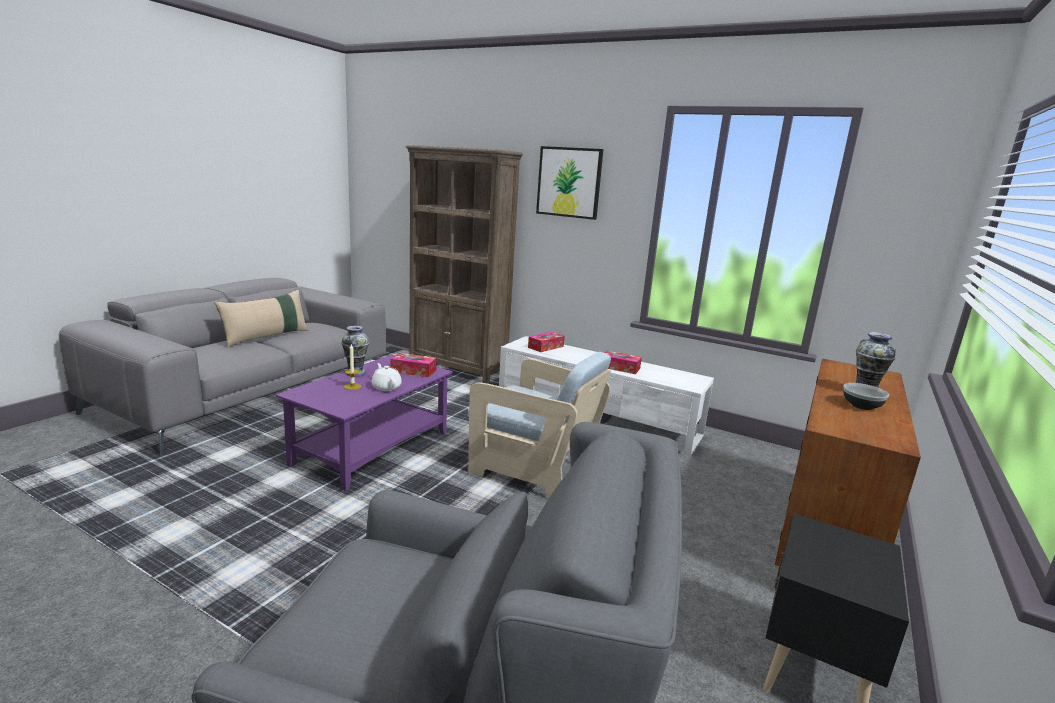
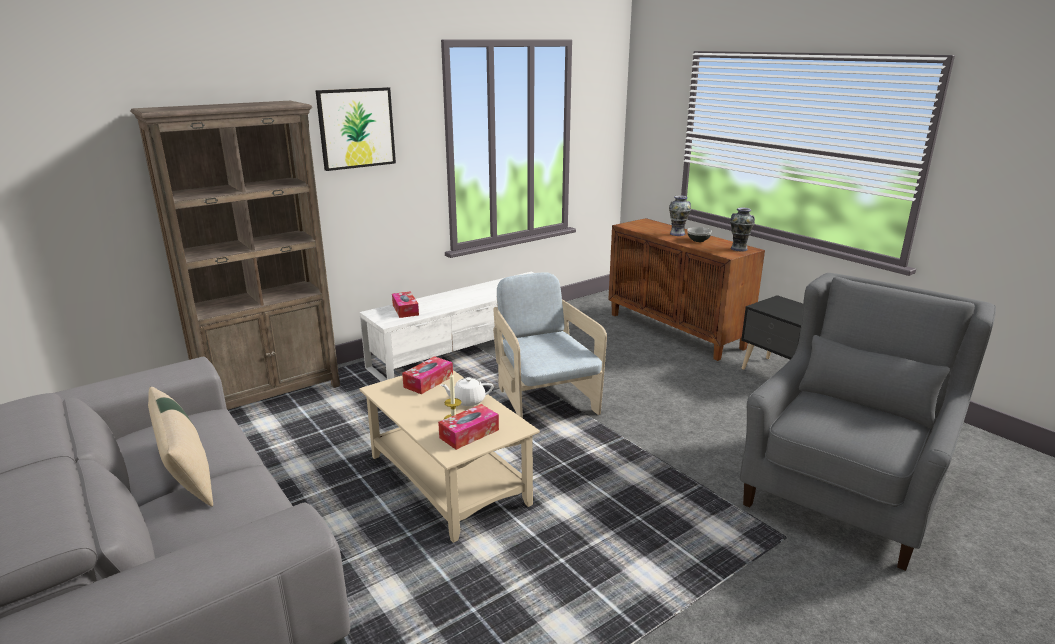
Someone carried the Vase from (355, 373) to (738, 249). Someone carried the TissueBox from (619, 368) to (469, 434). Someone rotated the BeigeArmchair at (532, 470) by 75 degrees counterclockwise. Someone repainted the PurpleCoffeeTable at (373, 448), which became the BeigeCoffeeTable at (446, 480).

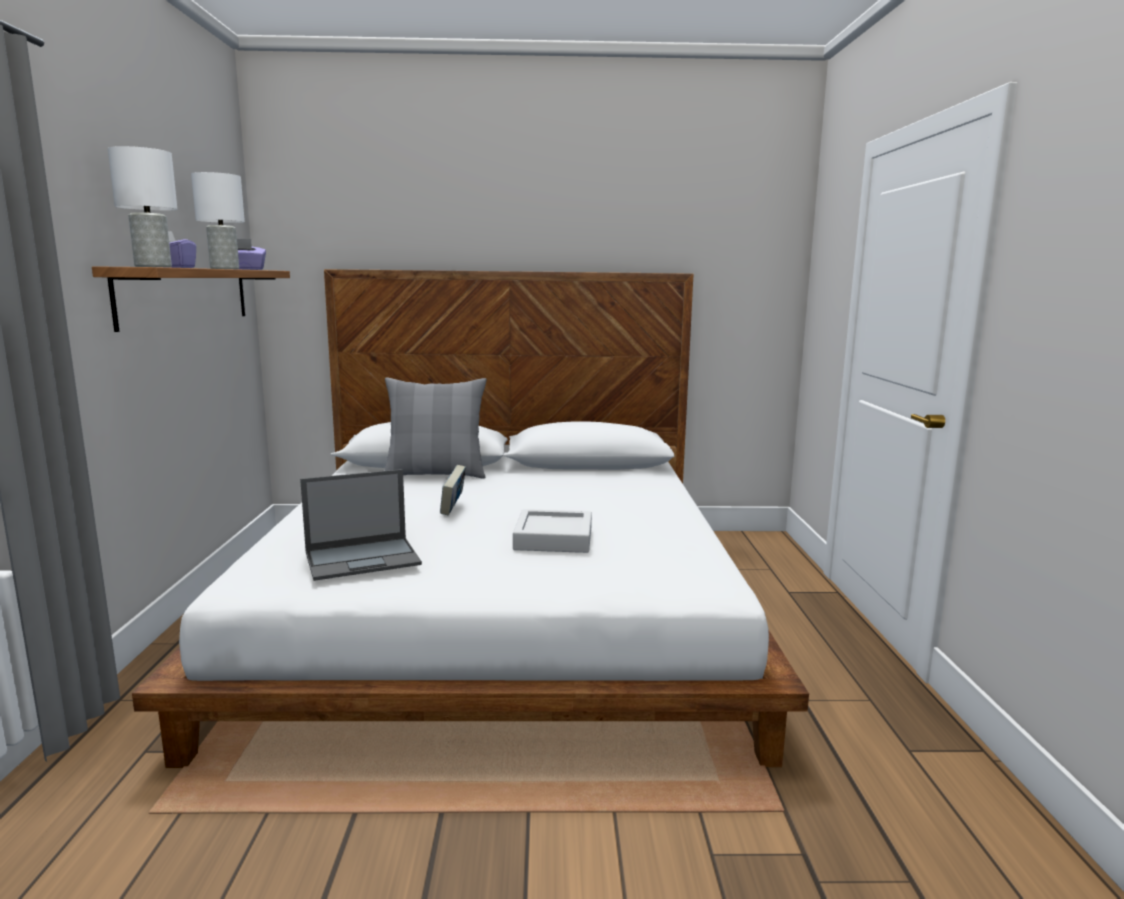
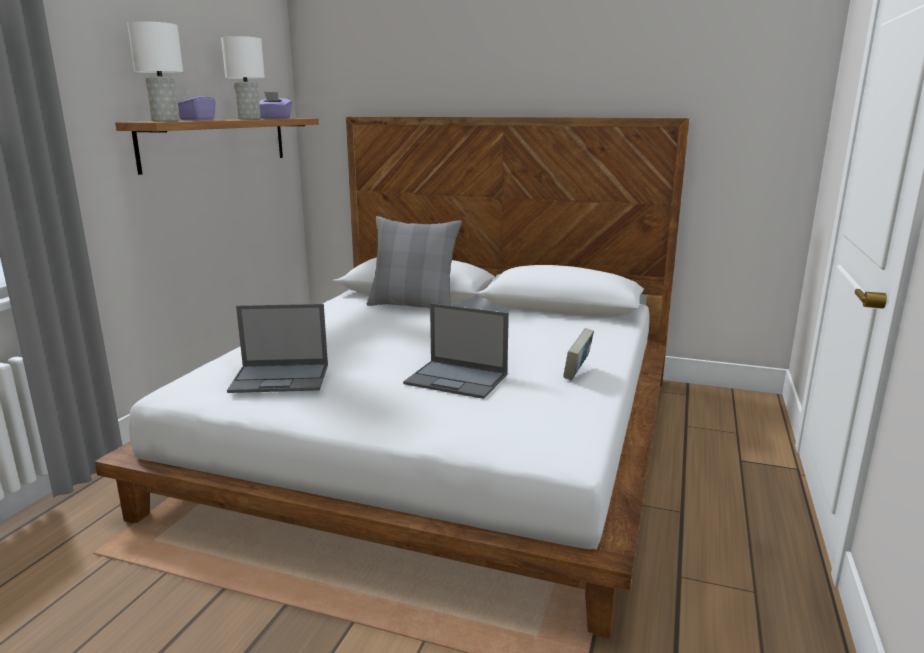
Someone carried the Book from (453, 509) to (577, 373). Someone swapped the GreyTray at (553, 538) for the Laptop at (457, 379).

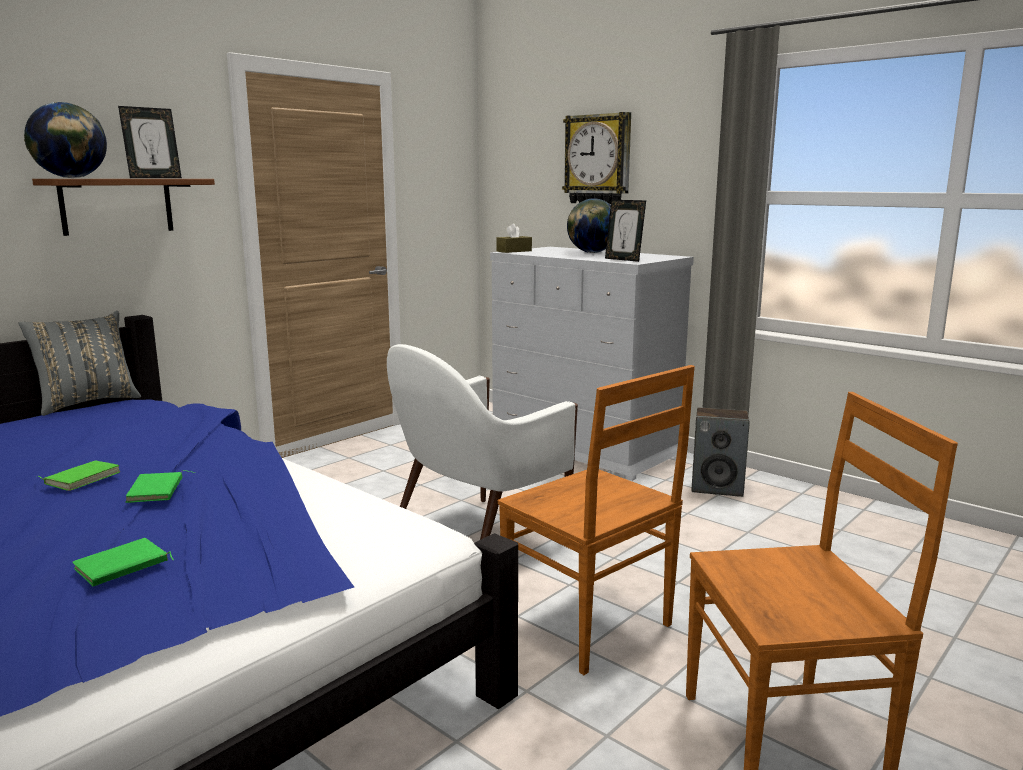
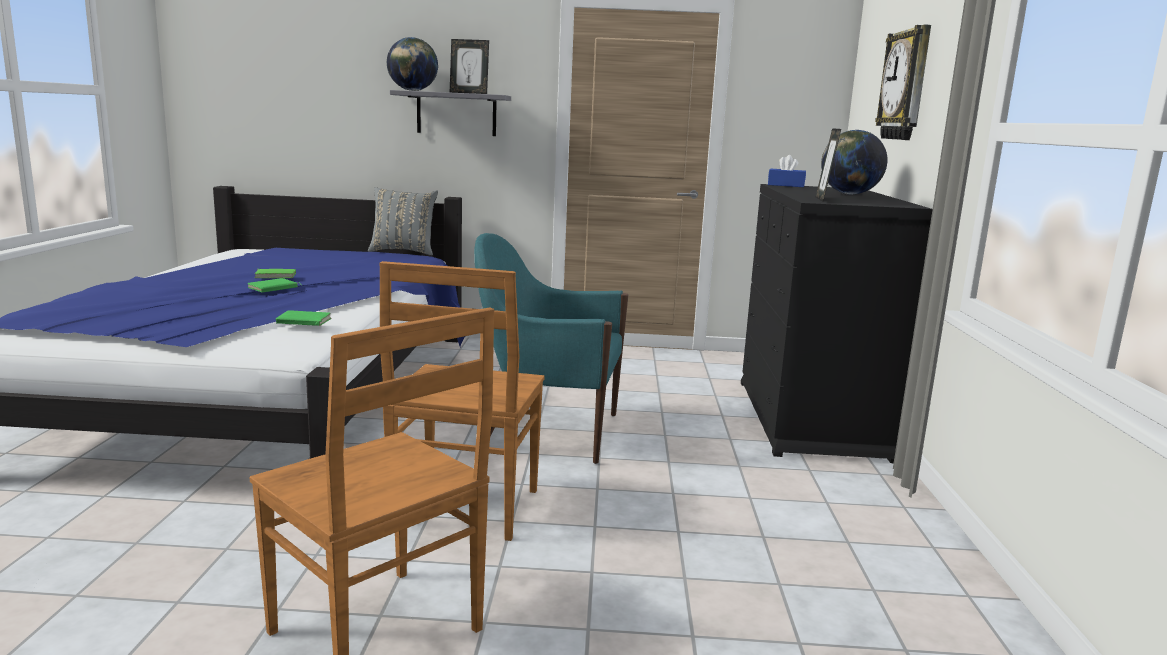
Someone repainted the BrownShelf at (117, 206), which became the GreyShelf at (456, 114). Someone repainted the BrownTissueBox at (514, 251), which became the BlueTissueBox at (786, 185). Someone repainted the WhiteDresser at (585, 446), which became the BlackDresser at (810, 418). Someone repainted the WhiteArmchair at (476, 537), which became the TurquoiseArmchair at (547, 431). Someone took away the Speaker at (717, 487). Someone carried the GreenBook from (122, 567) to (303, 322).

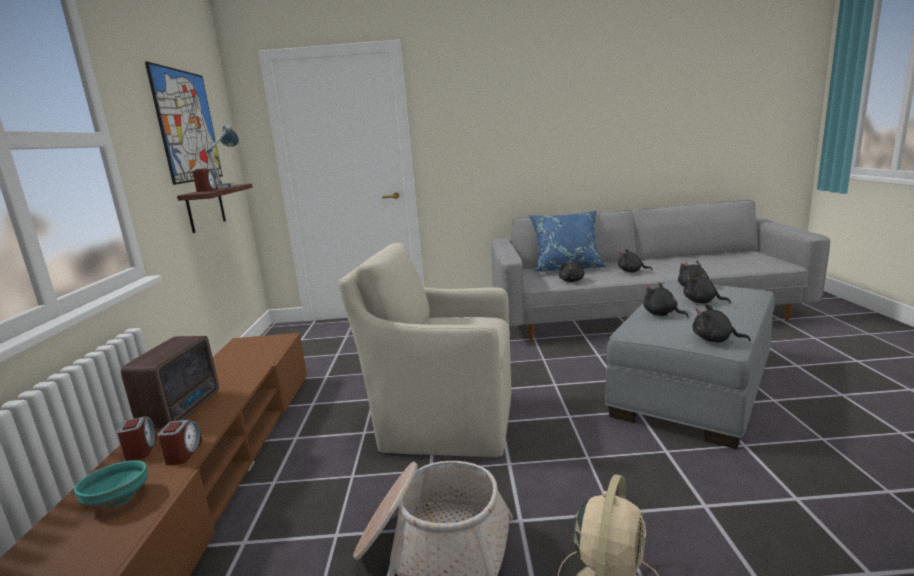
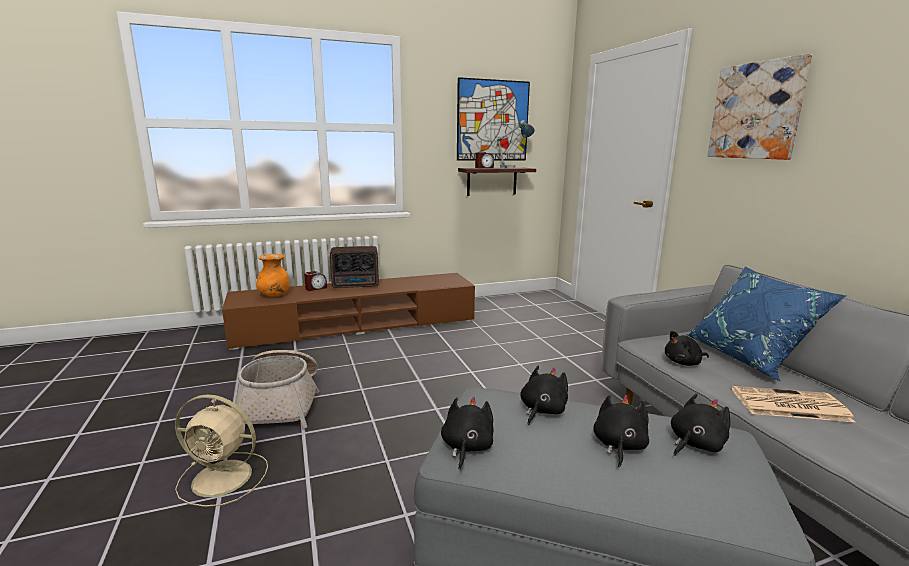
Someone took away the BeigeArmchair at (444, 422). Someone swapped the BlackPlushToy at (632, 271) for the Newspaper at (788, 405). Someone took away the AlarmClock at (184, 453). Someone swapped the TurquoiseBowl at (118, 499) for the OrangeVase at (274, 295). Someone put up the Picture at (756, 111).

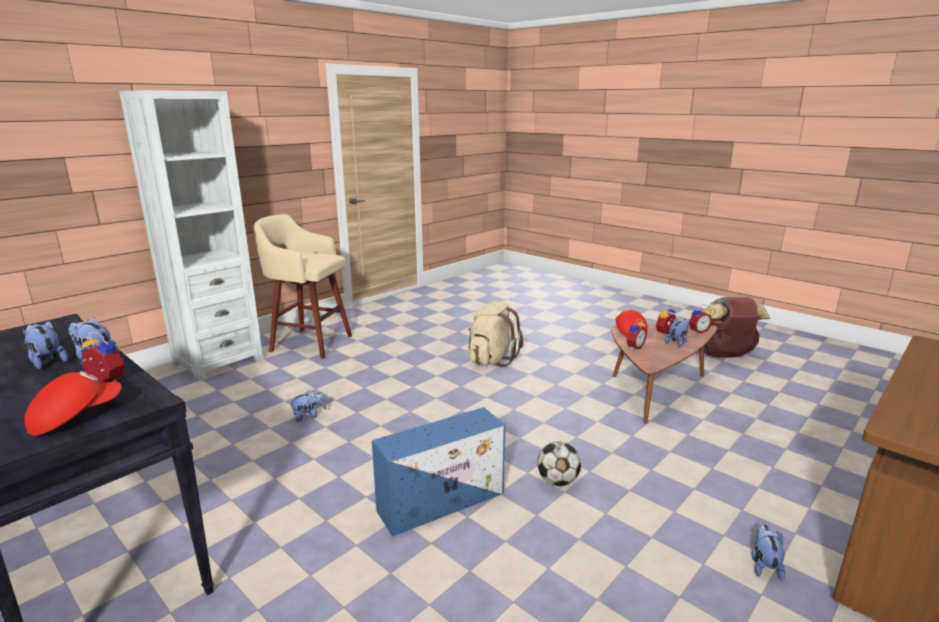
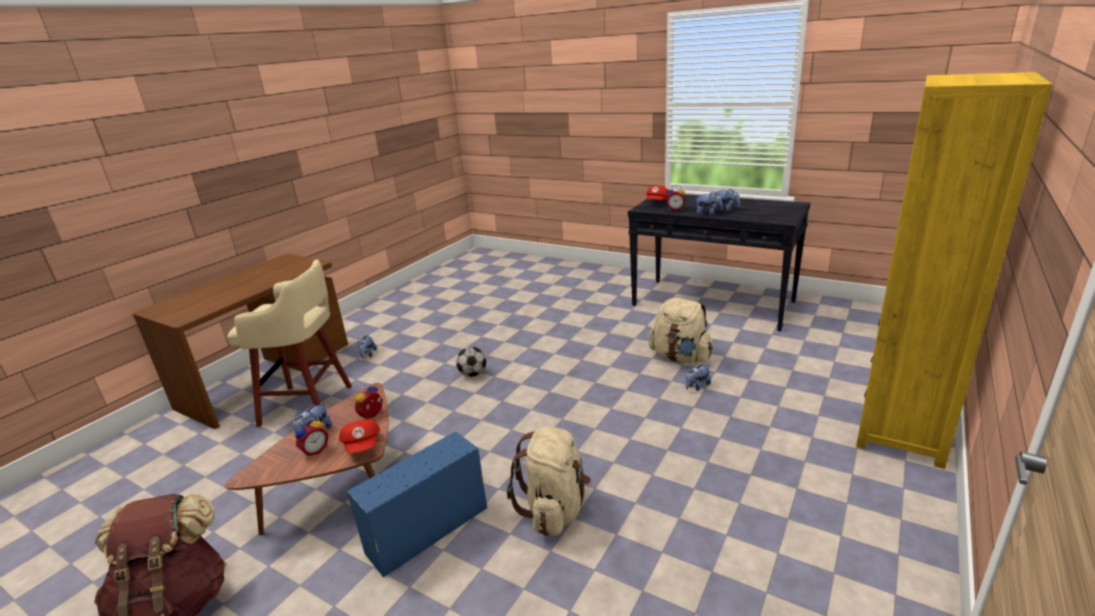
Someone repainted the WhiteBookcase at (218, 361), which became the YellowBookcase at (901, 432). Someone carried the BeigeStool from (309, 343) to (309, 405). Someone took away the AlarmClock at (697, 331). Someone carried the BlueStorageBox from (443, 501) to (426, 531). Someone put down the BeigeBackpack at (680, 357).

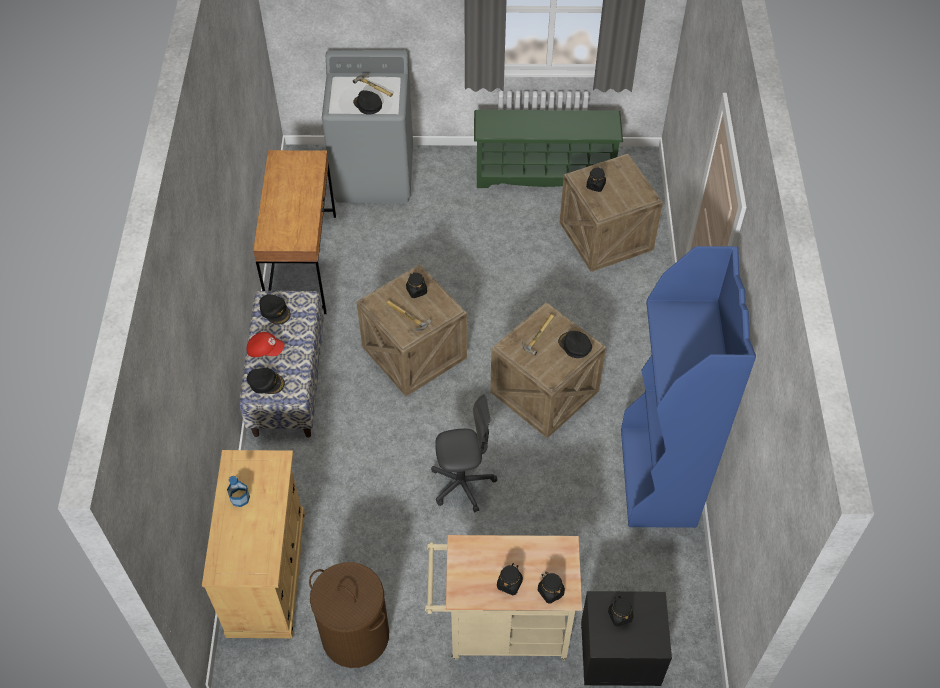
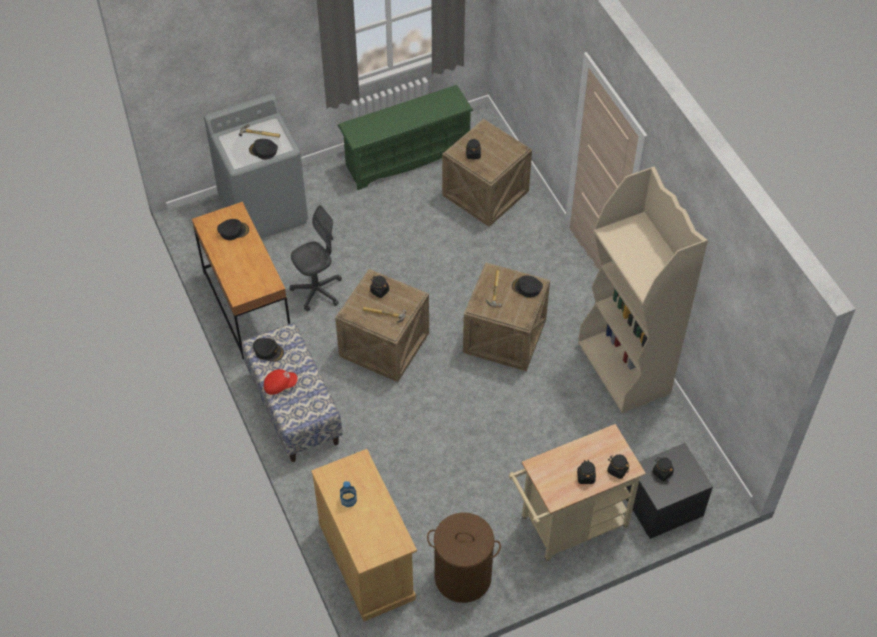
Someone repainted the BlueBookcase at (658, 478), which became the BeigeBookcase at (624, 368). Someone carried the BlackCap from (266, 383) to (233, 231). Someone carried the GreyOfficeChair from (462, 484) to (317, 291).

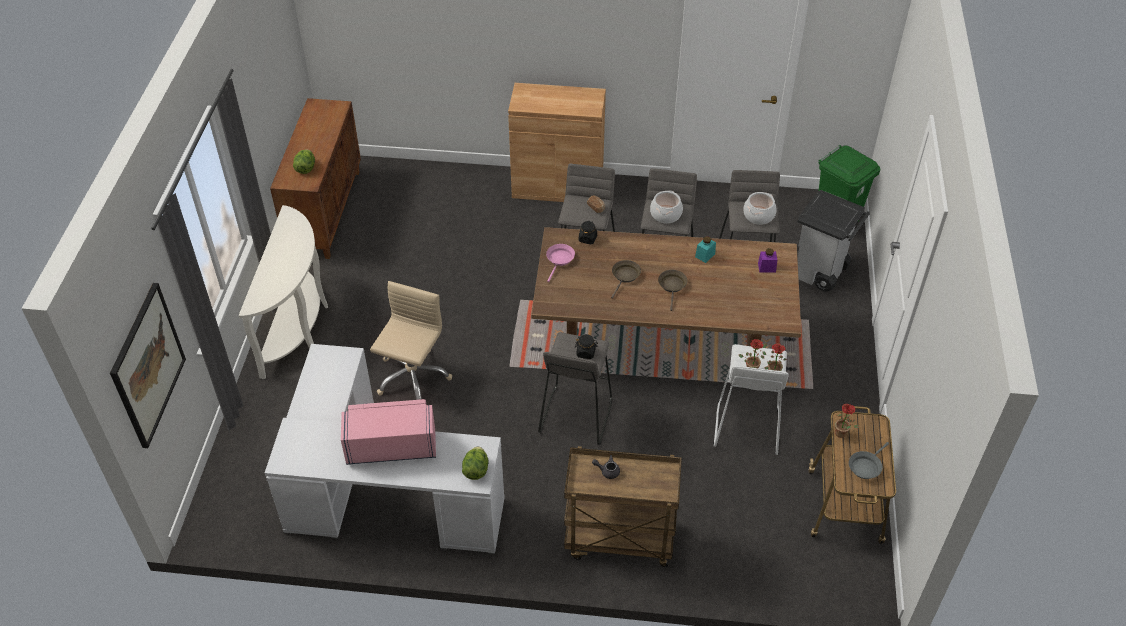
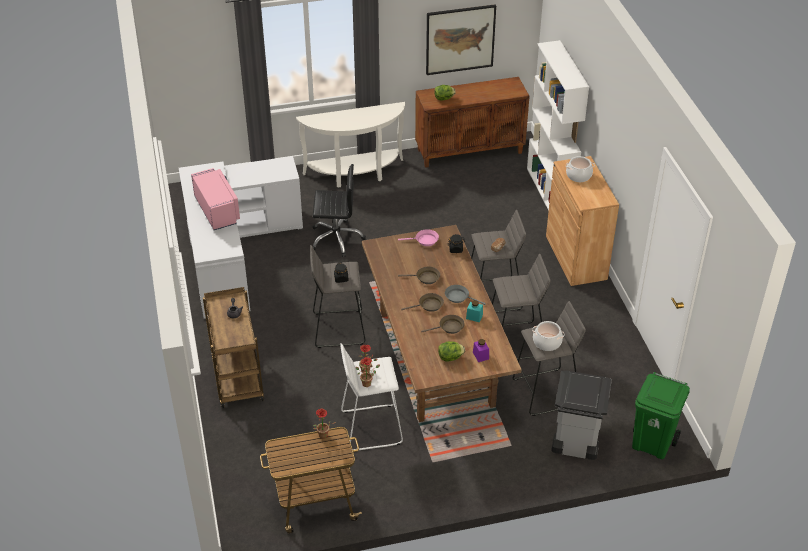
Someone carried the CookingPot from (665, 214) to (578, 175). Someone repainted the BeigeOfficeChair at (412, 377), which became the BlackOfficeChair at (336, 238). Someone carried the Picture from (147, 365) to (460, 39). Someone carried the GreyFryingPan from (865, 466) to (459, 297). Someone carried the Lettuce from (476, 470) to (450, 357). Someone put down the WhiteBookcase at (550, 190). Someone put down the BrownFryingPan at (449, 327).

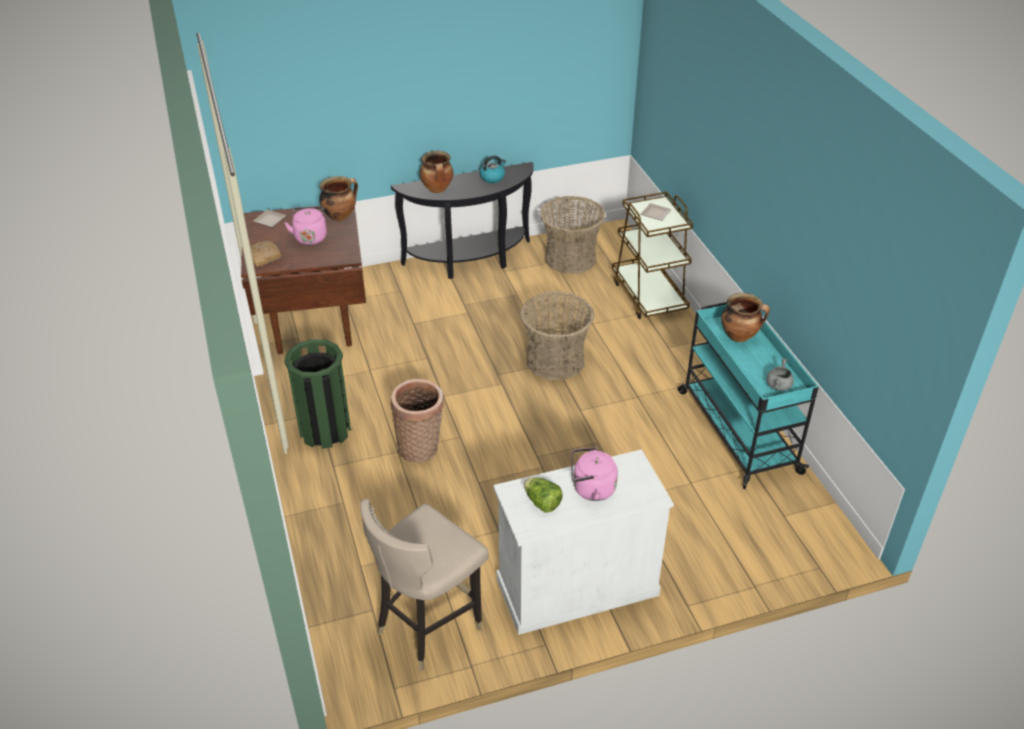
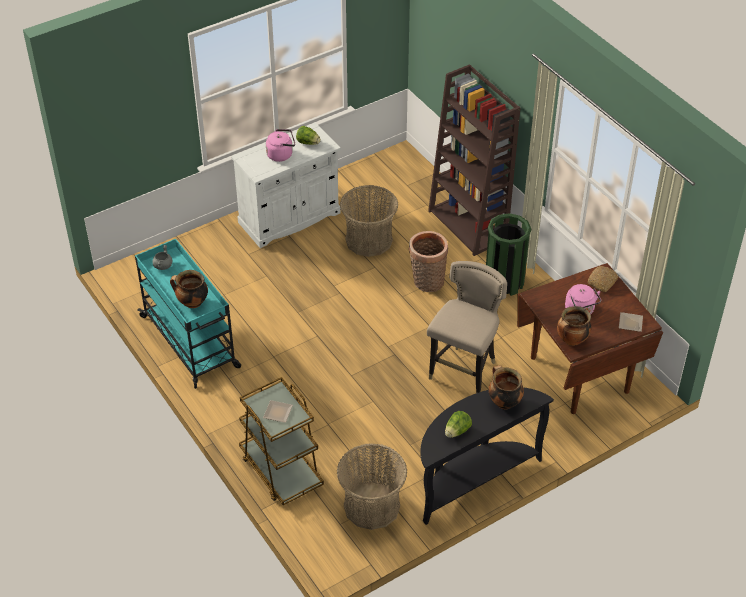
Someone swapped the Kettle at (492, 177) for the Lettuce at (457, 431). Someone carried the Basket from (555, 360) to (369, 240). Someone carried the BeigeStool from (428, 626) to (464, 373). Someone put down the BrownBookcase at (468, 225).

